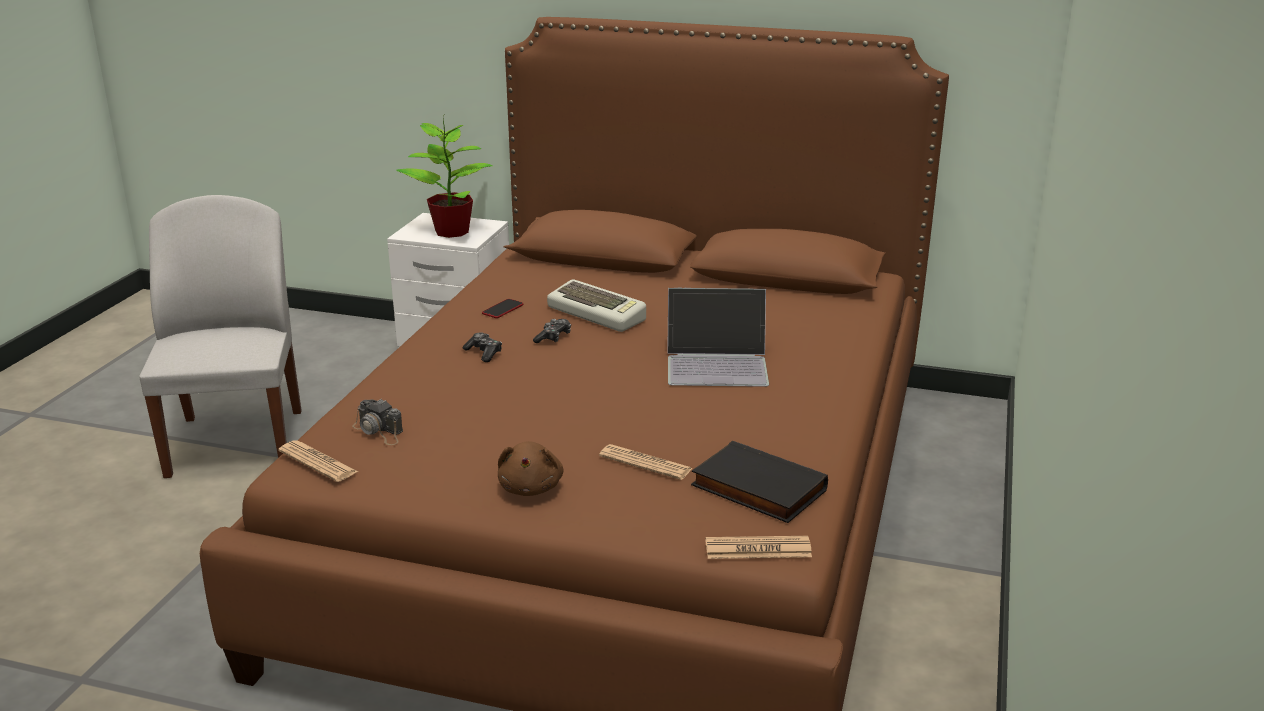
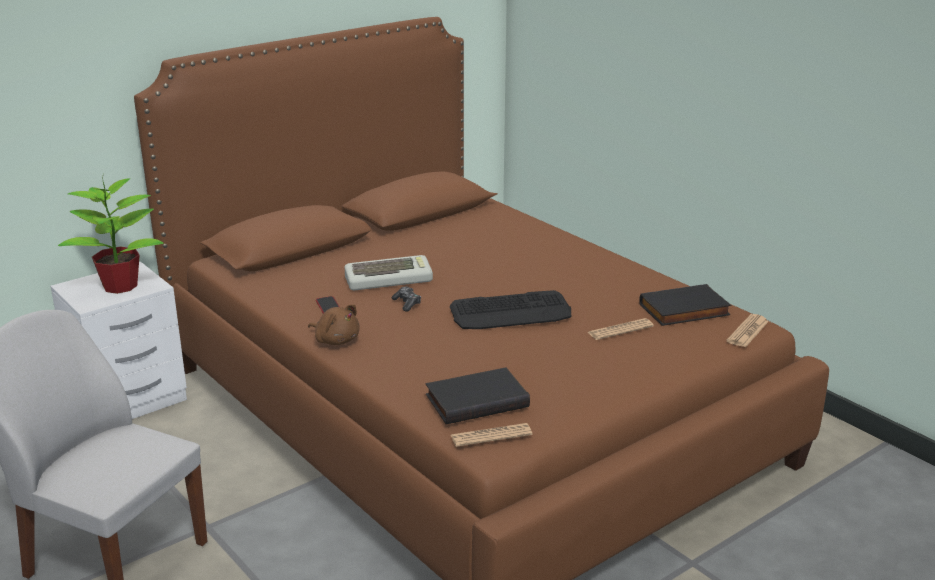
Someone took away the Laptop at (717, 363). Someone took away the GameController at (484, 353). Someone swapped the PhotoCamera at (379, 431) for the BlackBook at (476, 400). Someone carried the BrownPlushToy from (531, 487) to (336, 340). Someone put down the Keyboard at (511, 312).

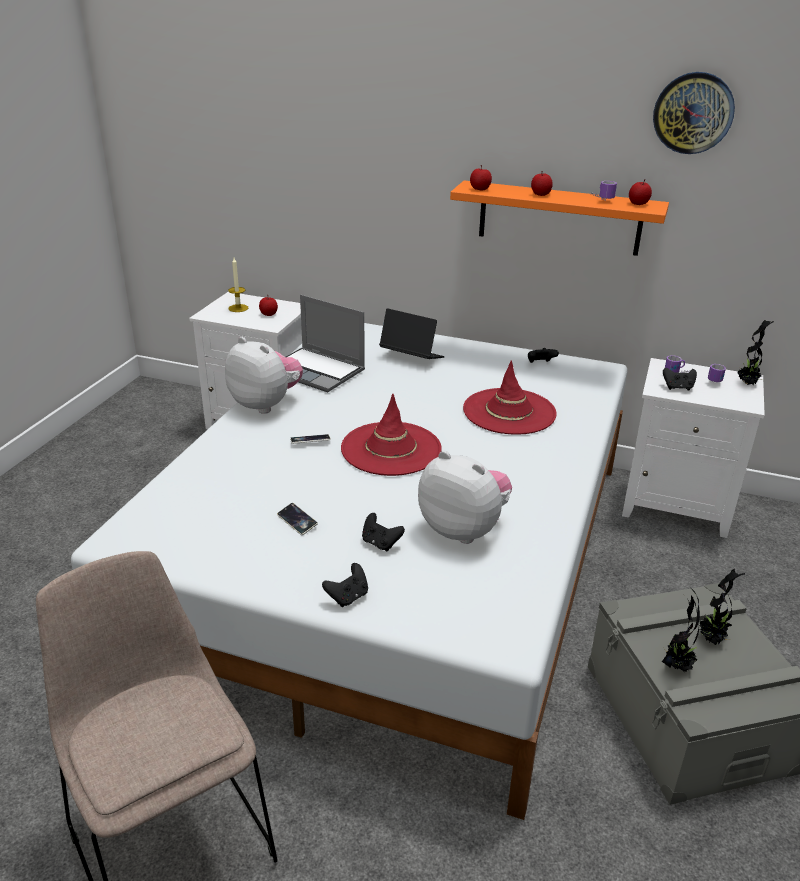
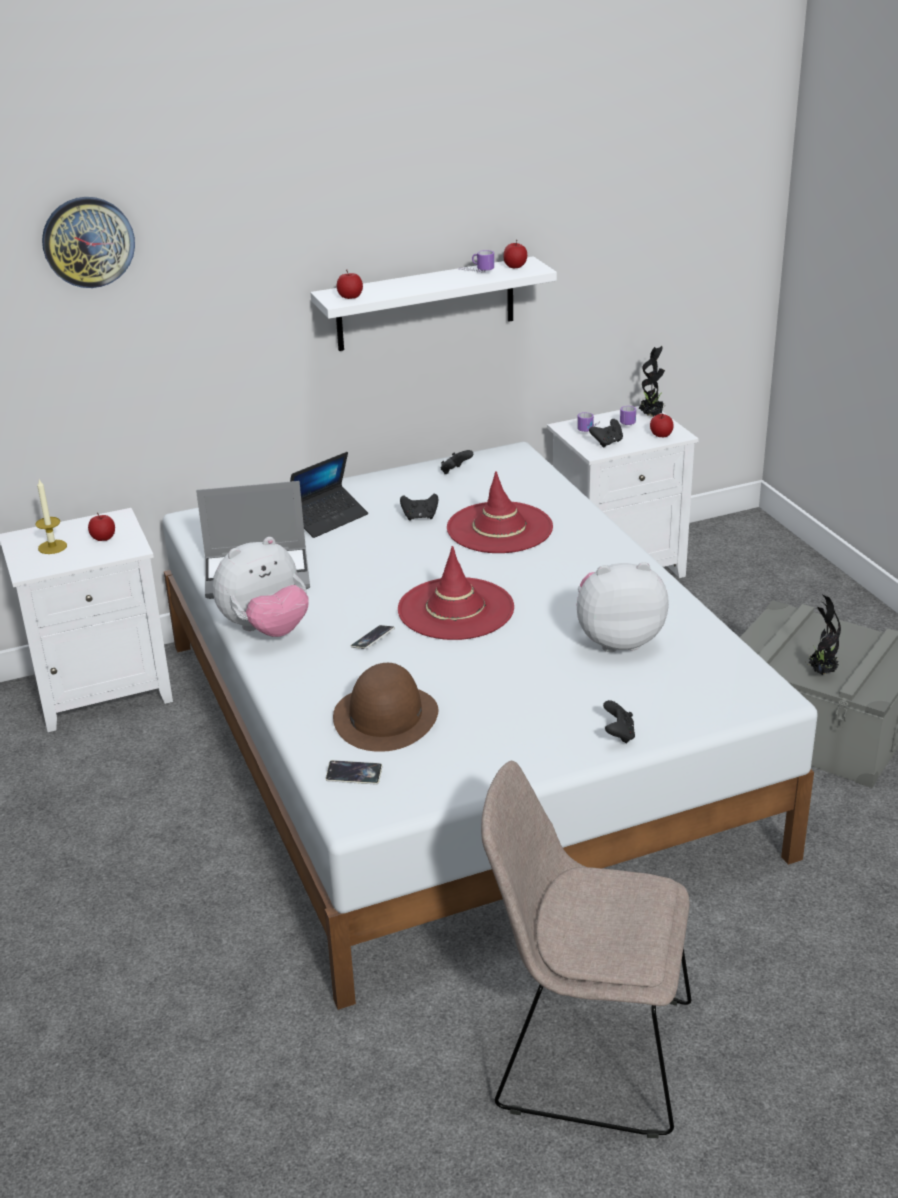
Someone carried the WallClock from (693, 113) to (88, 242). Someone carried the Apple from (540, 194) to (661, 435). Someone repainted the OrangeShelf at (559, 218), which became the WhiteShelf at (425, 304). Someone rotated the Laptop at (411, 357) by 150 degrees clockwise. Someone rotated the PlushToy at (266, 404) by 150 degrees clockwise. Someone carried the Phone from (297, 521) to (354, 775). Someone carried the BlackGameController from (380, 543) to (420, 517). Someone took away the PottedPlant at (712, 639). Someone put down the BrownHat at (385, 716).

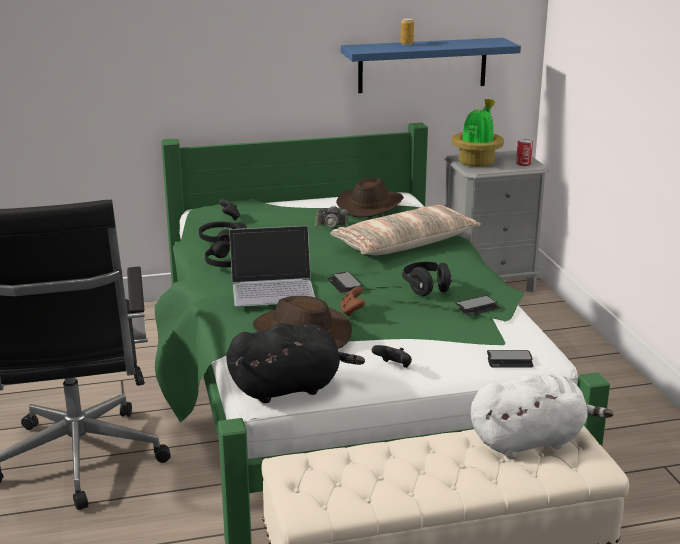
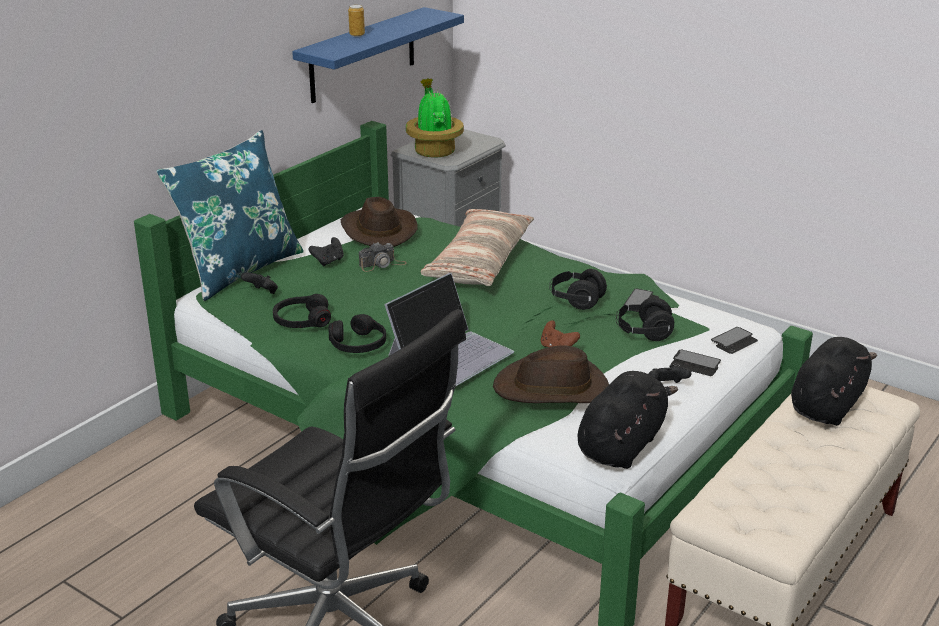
Someone took away the Can at (523, 163). Someone carried the Phone from (344, 283) to (695, 364). Someone repainted the WhitePlushToy at (531, 441), which became the BlackPlushToy at (828, 404). Someone put down the BluePillow at (239, 269). Someone put down the BlackGameController at (328, 261). Someone put down the BlackHeadphones at (643, 333).

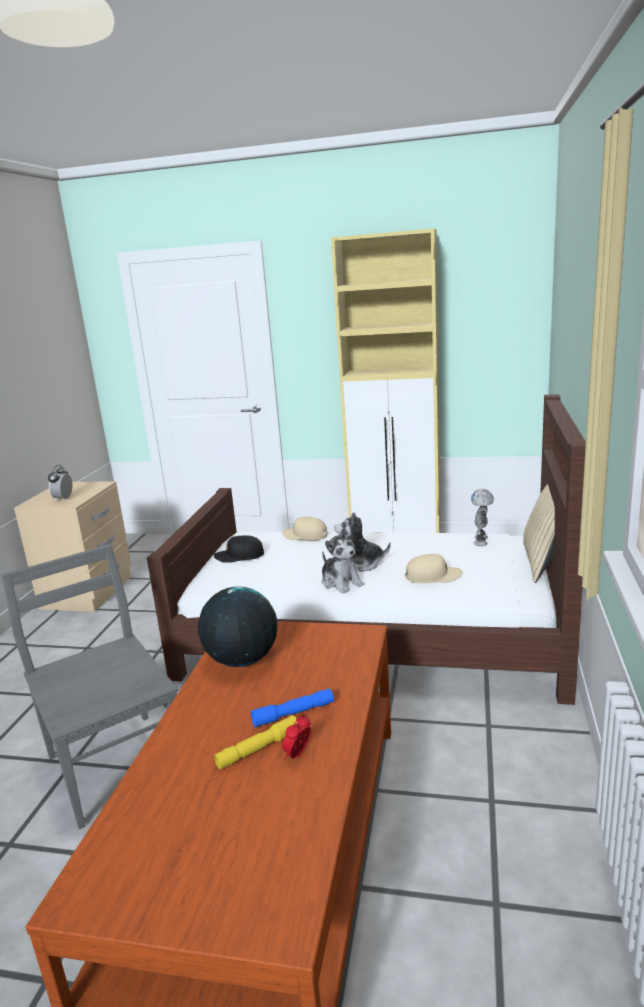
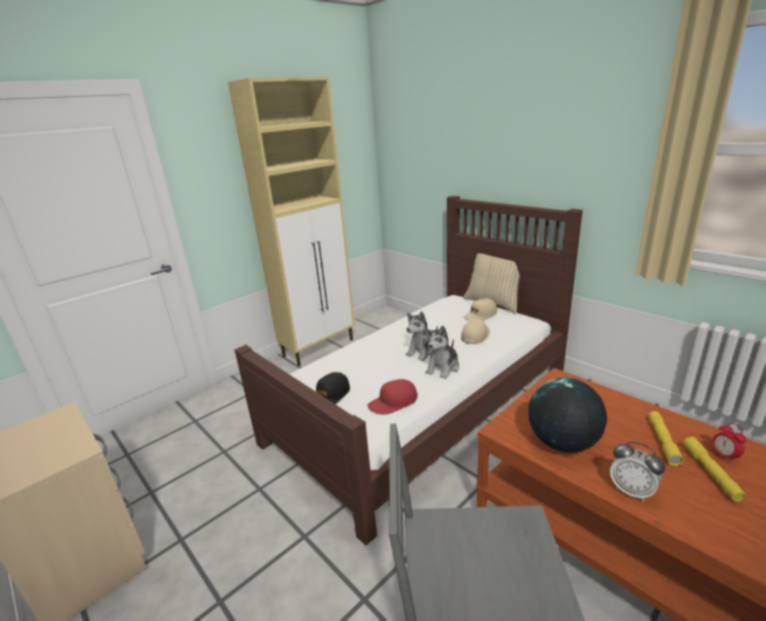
Someone carried the AlarmClock from (63, 499) to (631, 490). Someone took away the ToyRobot at (482, 541). Someone carried the BeigeCap from (305, 536) to (480, 315). Someone rotated the PlushToy at (341, 582) by 120 degrees clockwise. Someone repainted the BlueFlashlight at (293, 713), which became the YellowFlashlight at (662, 441). Someone put down the RedCap at (393, 402).

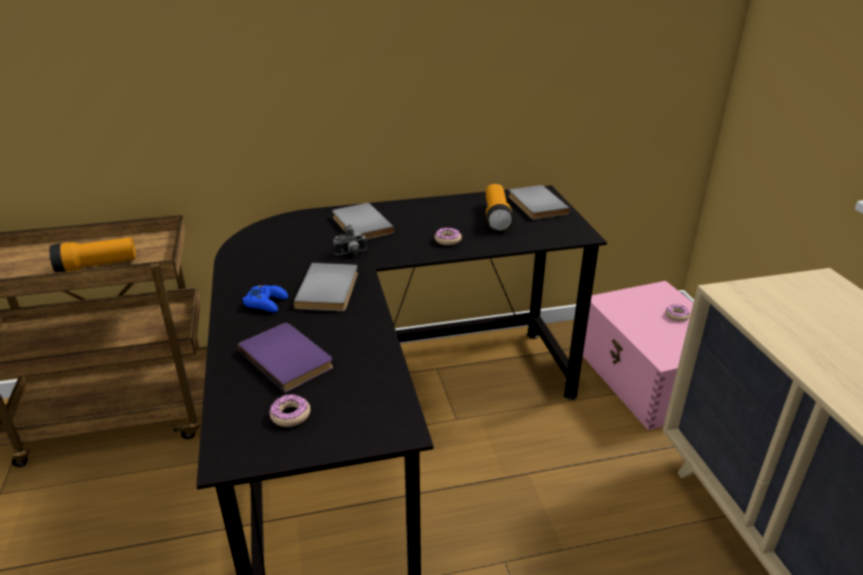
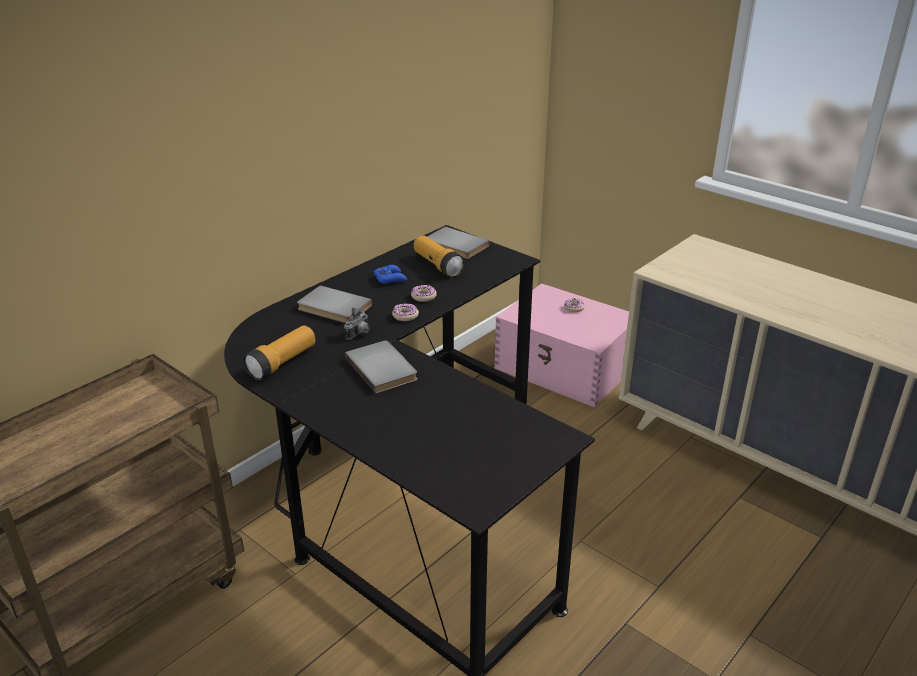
Someone carried the Flashlight from (97, 266) to (282, 363). Someone carried the BlueGameController from (266, 303) to (390, 278). Someone took away the PurpleBook at (289, 358). Someone carried the Donut from (290, 415) to (405, 316).

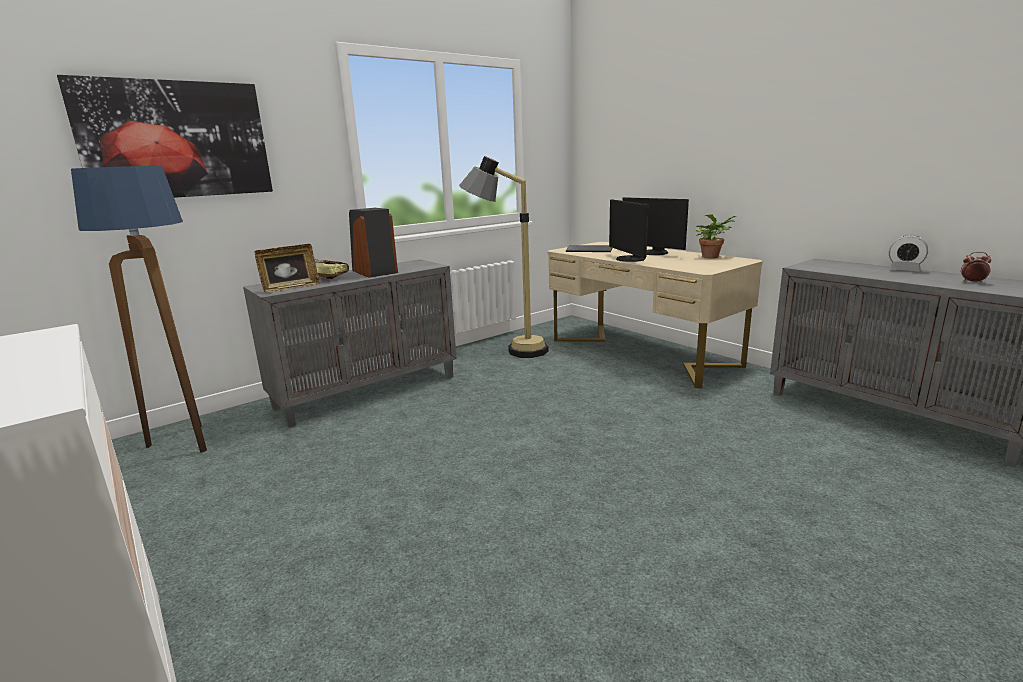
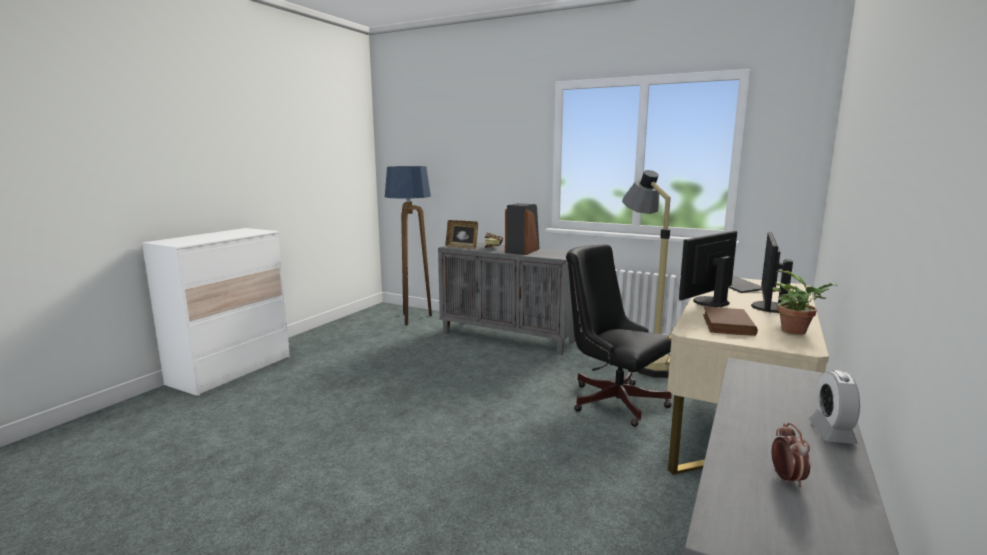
Someone took away the Picture at (176, 140). Someone put down the BlackOfficeChair at (612, 399). Someone put down the BrownBook at (728, 325).

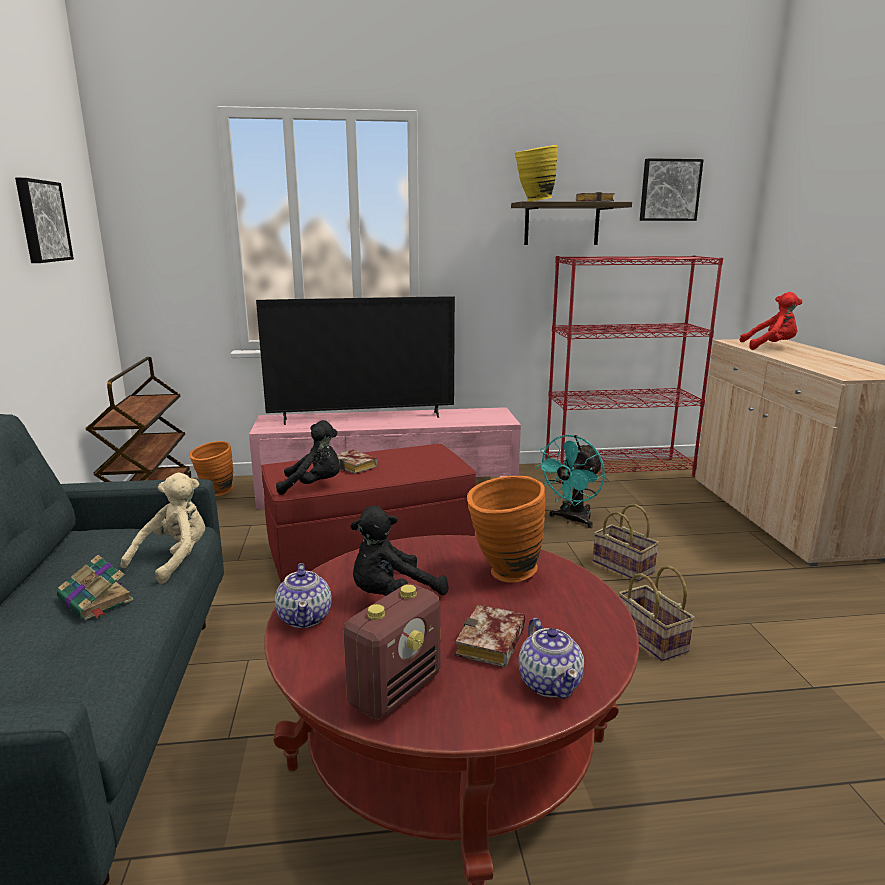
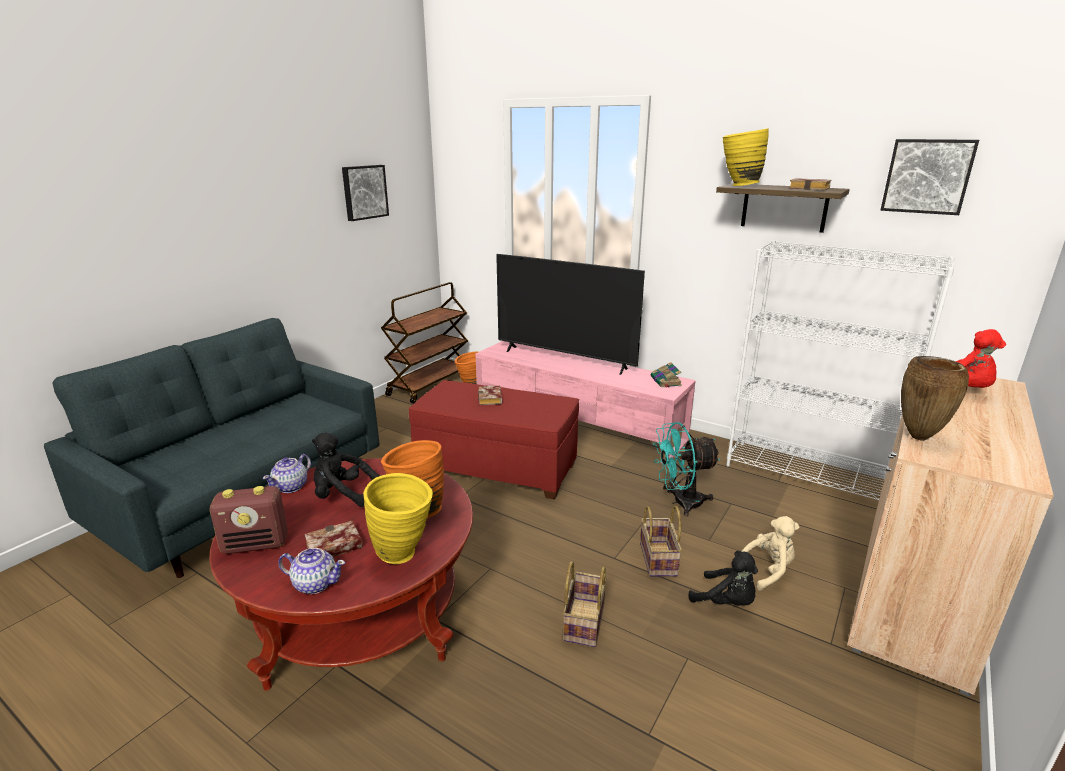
Someone repainted the RedBookcase at (618, 469), which became the WhiteBookcase at (808, 474). Someone carried the BlackPlushToy from (314, 486) to (726, 602). Someone carried the BeigePlushToy from (175, 559) to (767, 570). Someone carried the Book from (96, 600) to (666, 381). Someone rotated the Teapot at (550, 682) by 105 degrees counterclockwise. Someone put down the BrownVase at (919, 437). Someone put down the YellowVase at (404, 554).

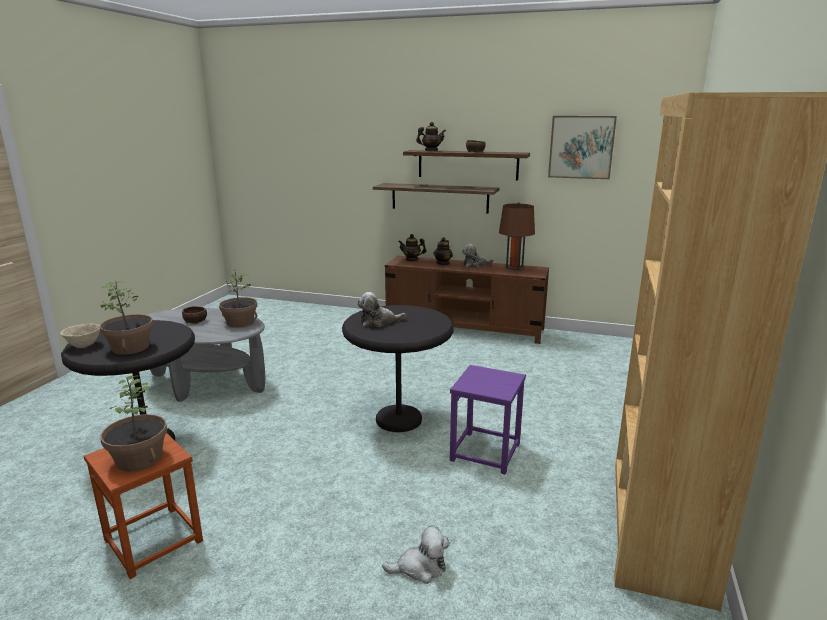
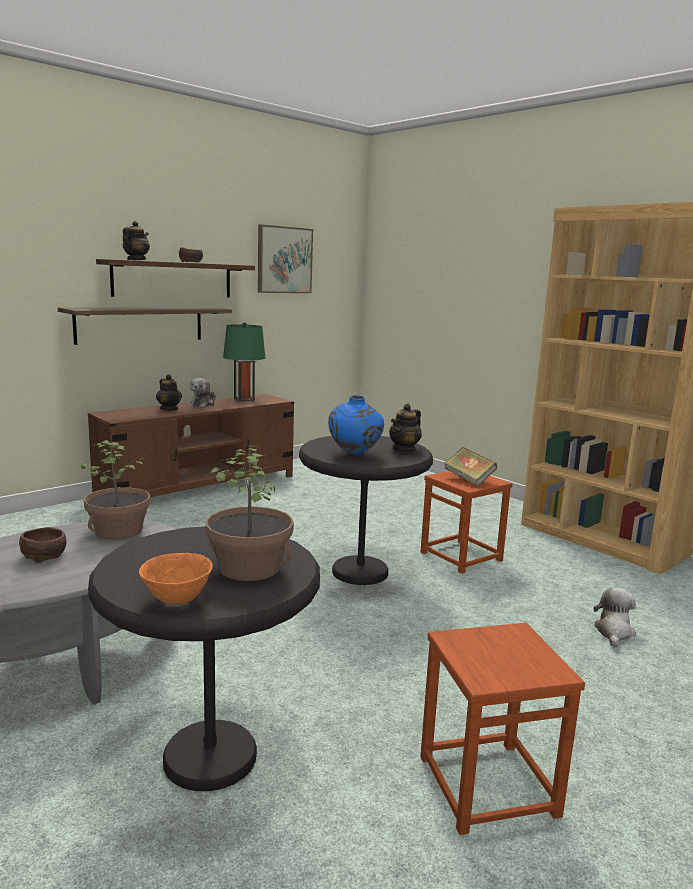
Someone repainted the BrownTableLamp at (514, 267), which became the GreenTableLamp at (244, 399). Someone carried the Teapot from (412, 259) to (404, 449). Someone swapped the PlushToy at (378, 322) for the BlueVase at (355, 454). Someone repainted the BeigeBowl at (84, 345), which became the OrangeBowl at (176, 600). Someone repainted the PurpleStool at (486, 452), which became the BrownStool at (461, 556). Someone took away the PottedPlant at (138, 459). Someone put down the Book at (469, 479).

